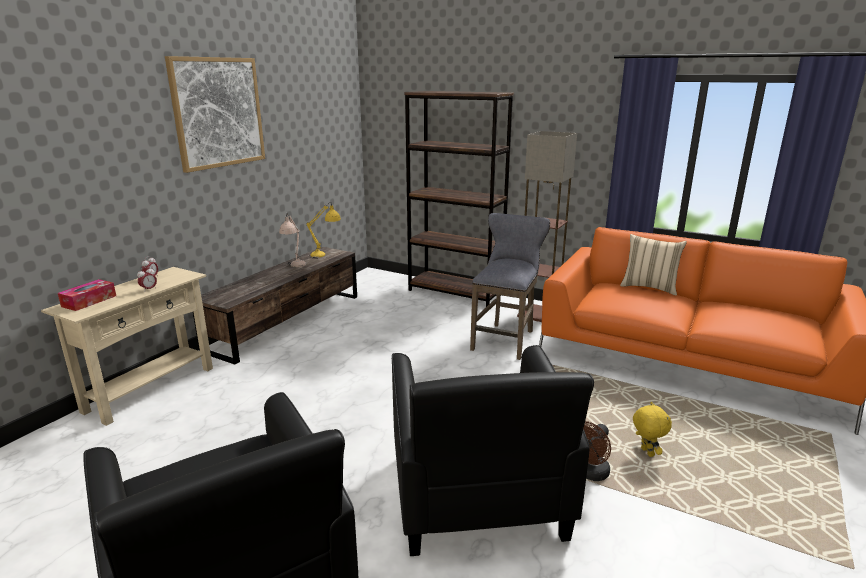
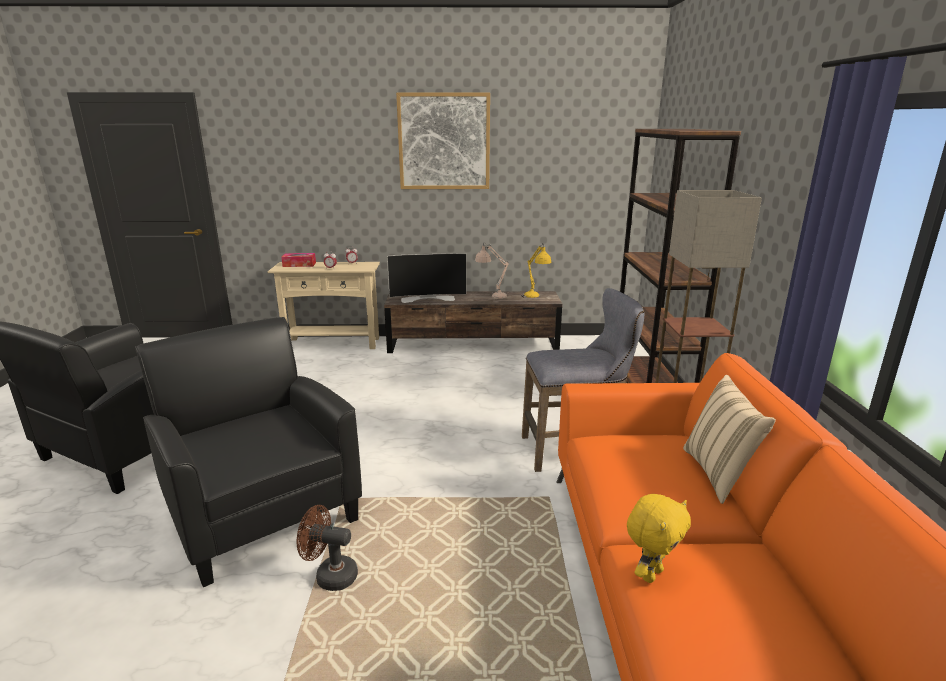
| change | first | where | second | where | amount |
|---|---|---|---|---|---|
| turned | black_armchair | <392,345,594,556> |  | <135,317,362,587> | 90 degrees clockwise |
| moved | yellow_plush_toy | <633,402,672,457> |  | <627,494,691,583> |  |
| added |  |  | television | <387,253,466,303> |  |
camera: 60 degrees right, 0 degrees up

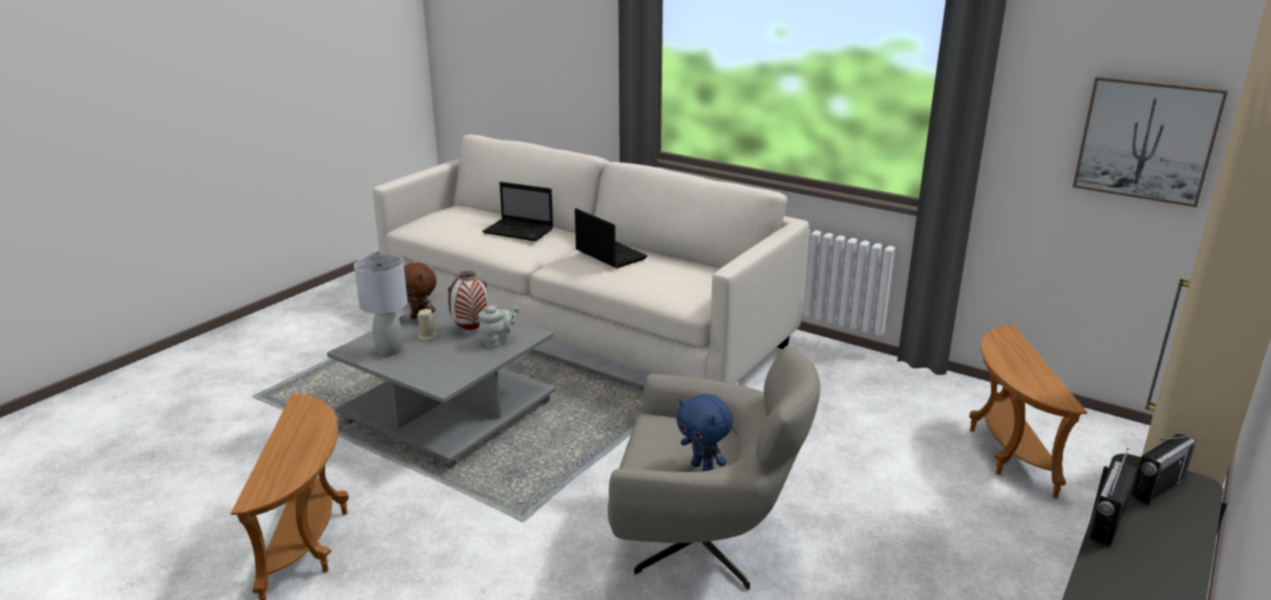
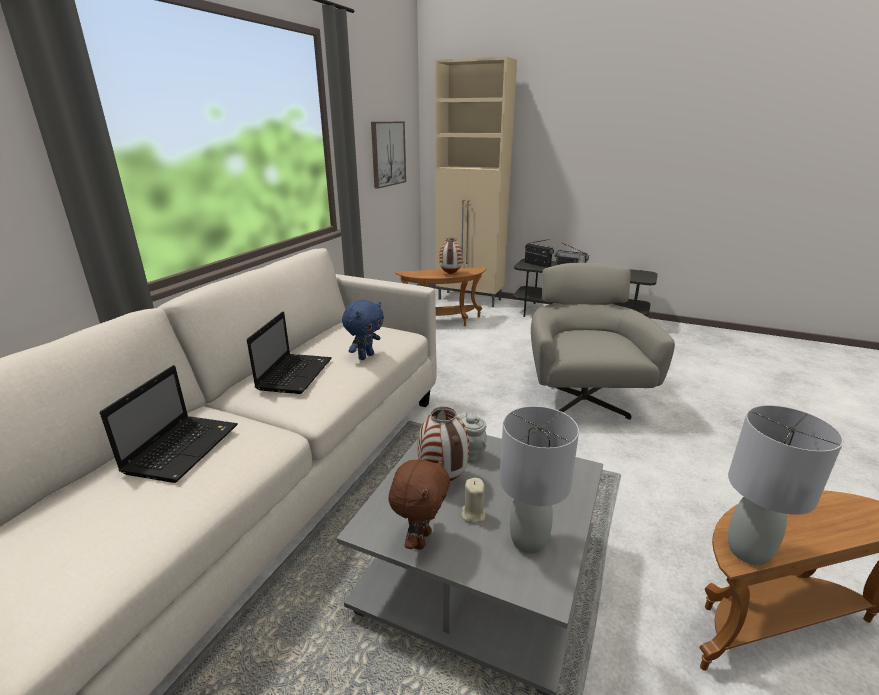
| change | first | where | second | where | amount |
|---|---|---|---|---|---|
| turned | laptop | <575,208,647,268> |  | <247,311,332,394> | 150 degrees clockwise |
| moved | blue_plush_toy | <676,394,733,471> |  | <342,300,384,360> |  |
| added |  |  | vase | <439,238,462,275> |  |
| added |  |  | grey_table_lamp | <728,405,843,565> |  |
camera: 100 degrees left, 0 degrees up

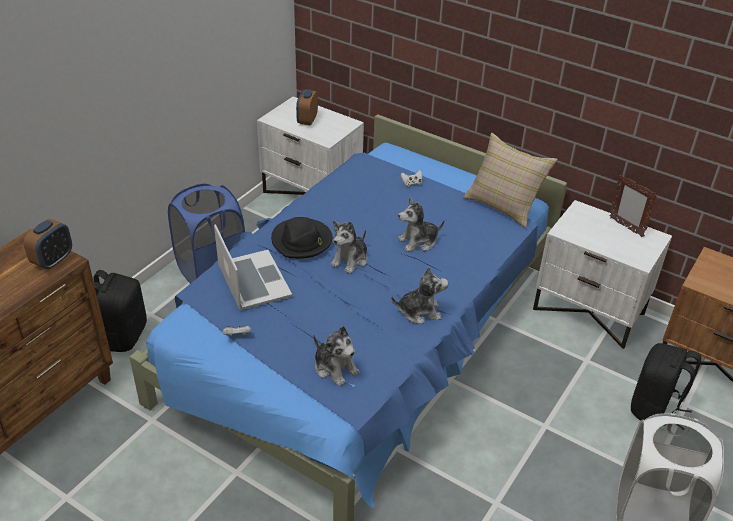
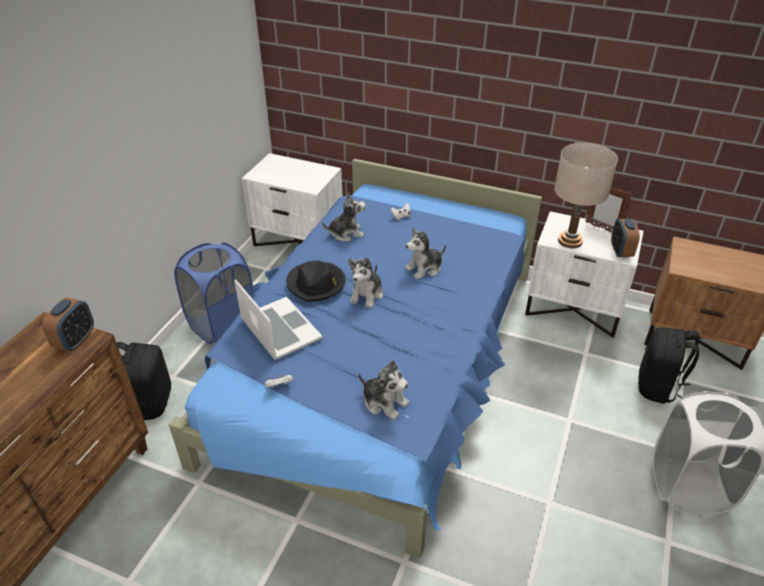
| change | first | where | second | where | amount |
|---|---|---|---|---|---|
| moved | alarm_clock | <296,89,318,125> |  | <611,219,640,257> |  |
| moved | plush_toy | <391,266,449,324> |  | <322,193,366,241> |  |
| removed | beige_pillow | <463,133,557,228> |  |  |  |
| added |  |  | beige_table_lamp | <554,143,618,248> |  |
camera: 10 degrees left, 0 degrees up

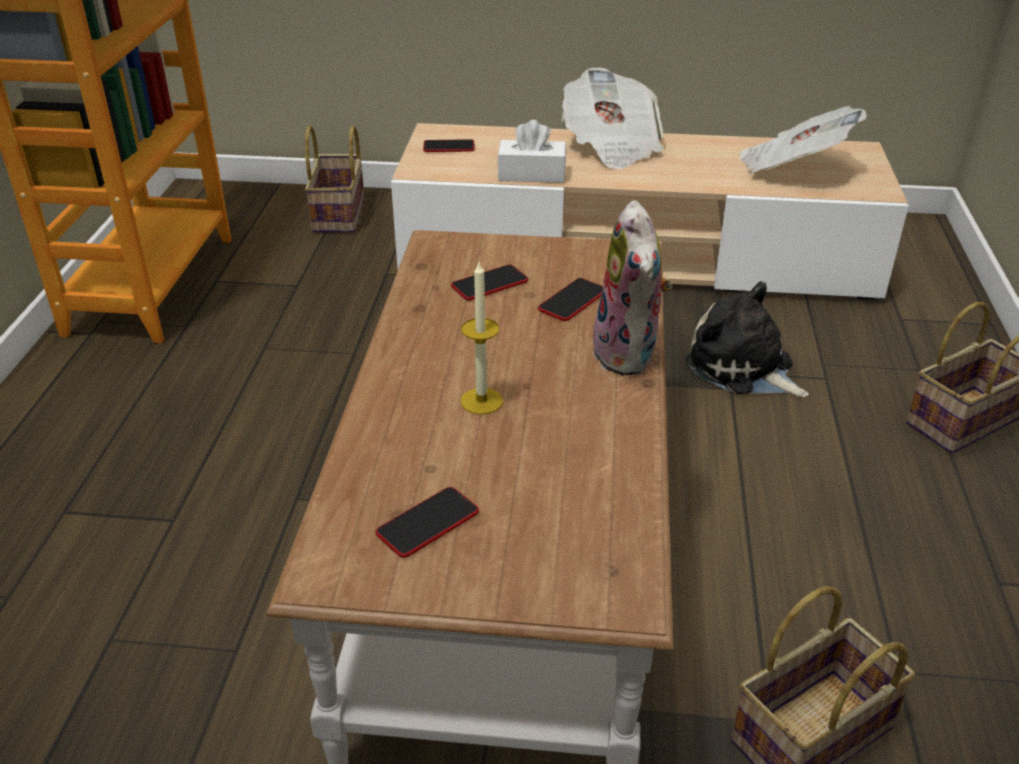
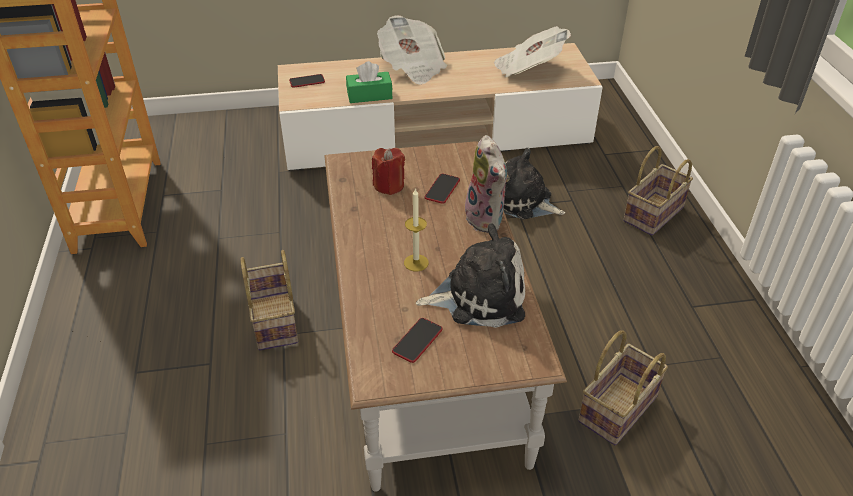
| change | first | where | second | where | amount |
|---|---|---|---|---|---|
| moved | basket | <305,125,364,233> |  | <240,250,298,350> |  |
| replaced | phone | <451,265,528,300> | red_candle | <372,148,405,195> |  |
| recoloured | white_tissue_box | <497,120,566,183> | green_tissue_box | <346,61,392,103> |  |
| added |  |  | plush_toy | <416,223,525,328> |  |
camera: 15 degrees left, 5 degrees up

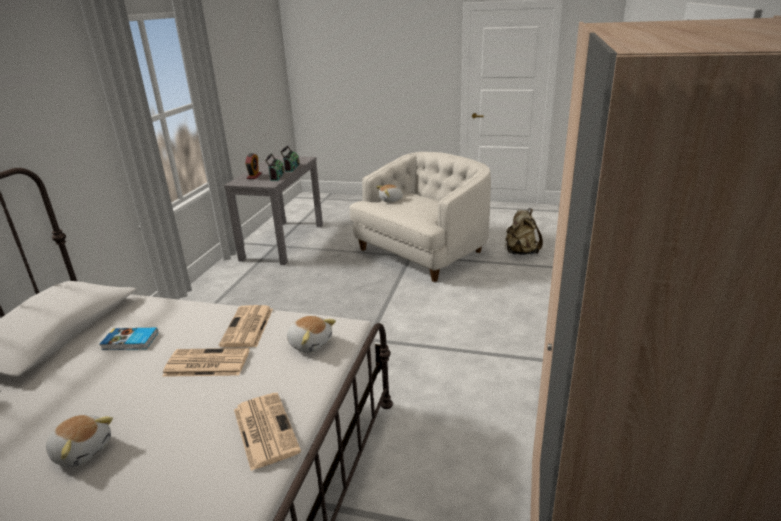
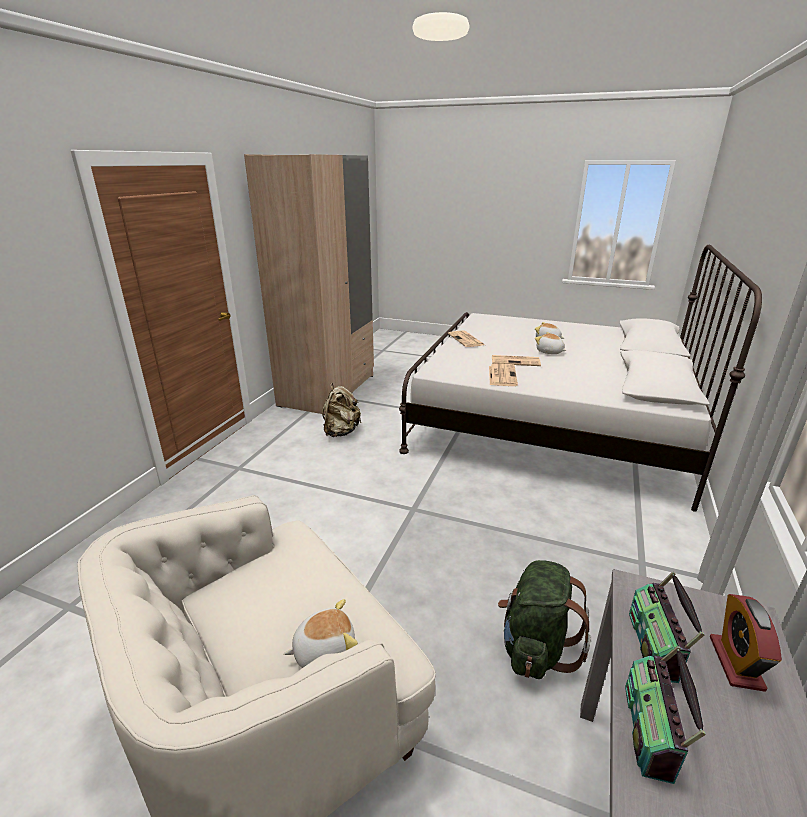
| change | first | where | second | where | amount |
|---|---|---|---|---|---|
| removed | book | <100,328,158,350> |  |  |  |
| moved | plush_toy | <287,316,336,353> |  | <535,332,566,354> |  |
| moved | beige_backpack | <505,208,543,255> |  | <322,383,361,437> |  |
| added |  |  | green_backpack | <498,560,591,679> |  |
camera: 175 degrees left, 0 degrees up

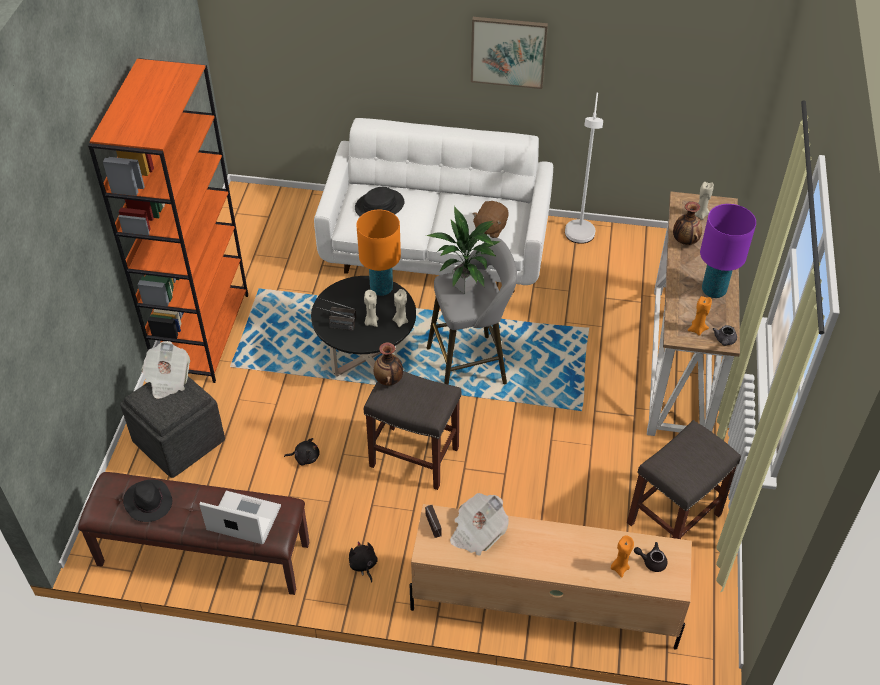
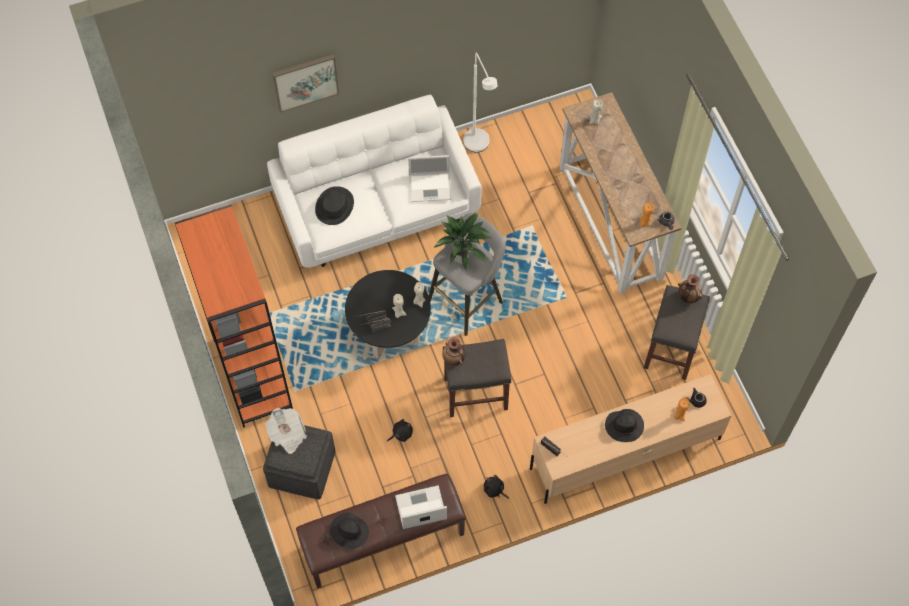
| change | first | where | second | where | amount |
|---|---|---|---|---|---|
| removed | orange_table_lamp | <356,210,401,296> |  |  |  |
| removed | newspaper | <450,493,509,556> |  |  |  |
| moved | picture | <471,17,548,89> |  | <272,54,339,113> |  |
| replaced | brown_plush_toy | <472,201,509,238> | laptop | <408,155,451,202> |  |
| moved | vase | <673,202,702,245> |  | <678,274,703,303> |  |
| removed | purple_table_lamp | <700,204,756,298> |  |  |  |
| added |  |  | black_hat | <605,409,644,442> |  |
camera: 30 degrees left, 15 degrees up

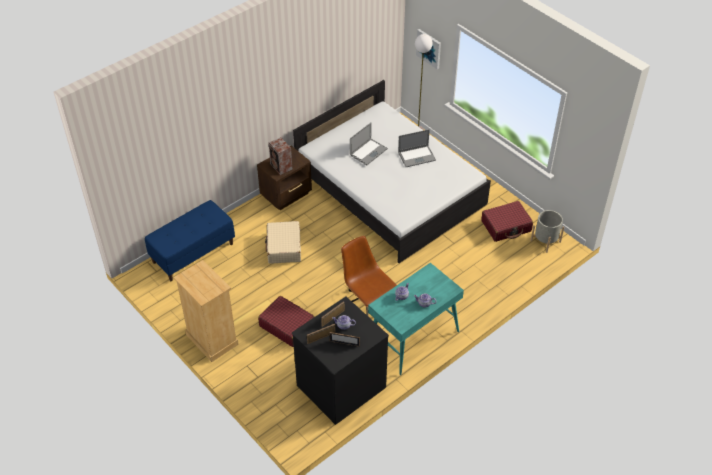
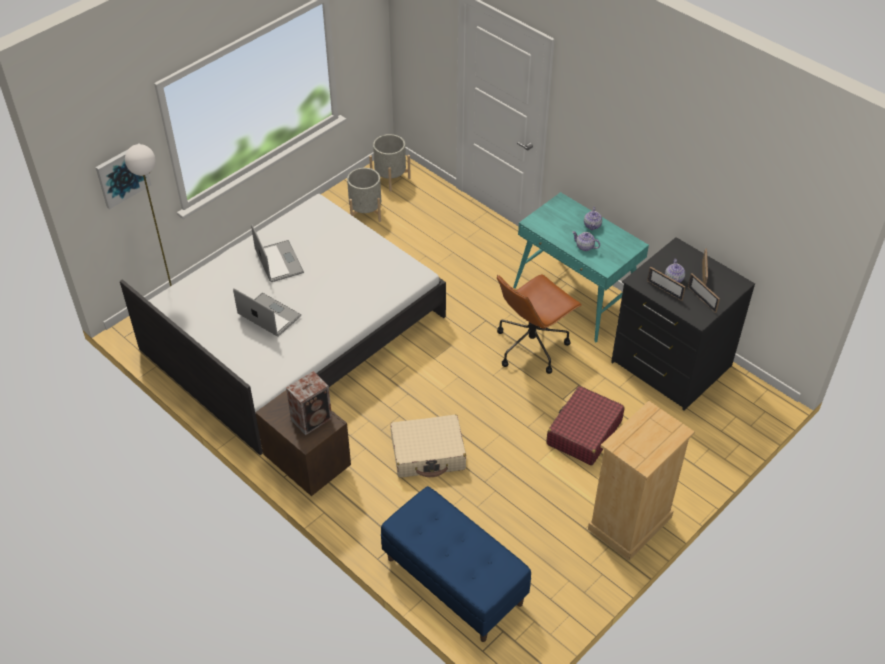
| change | first | where | second | where | amount |
|---|---|---|---|---|---|
| replaced | red_suitcase | <481,201,533,242> | grey_planter | <347,168,381,222> |  |
camera: 95 degrees left, 0 degrees up

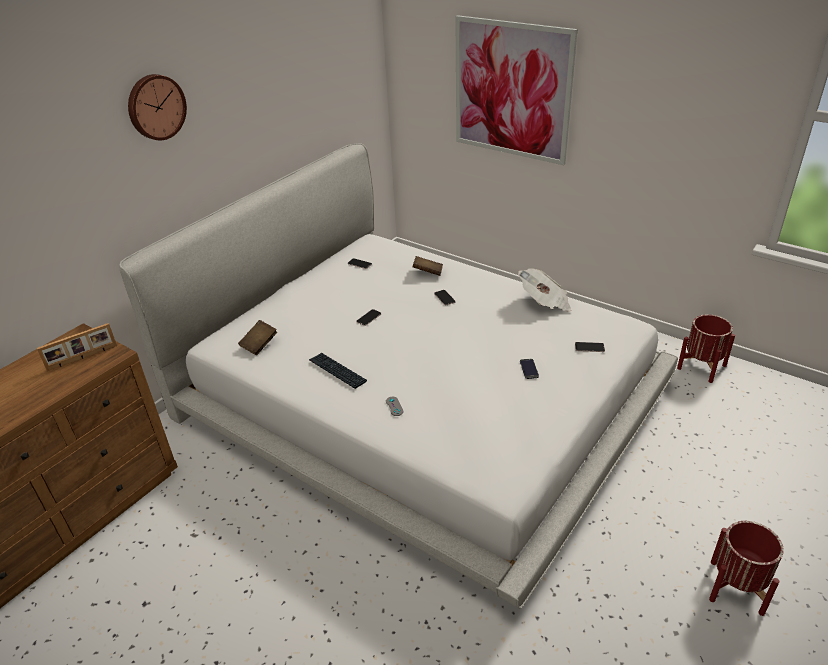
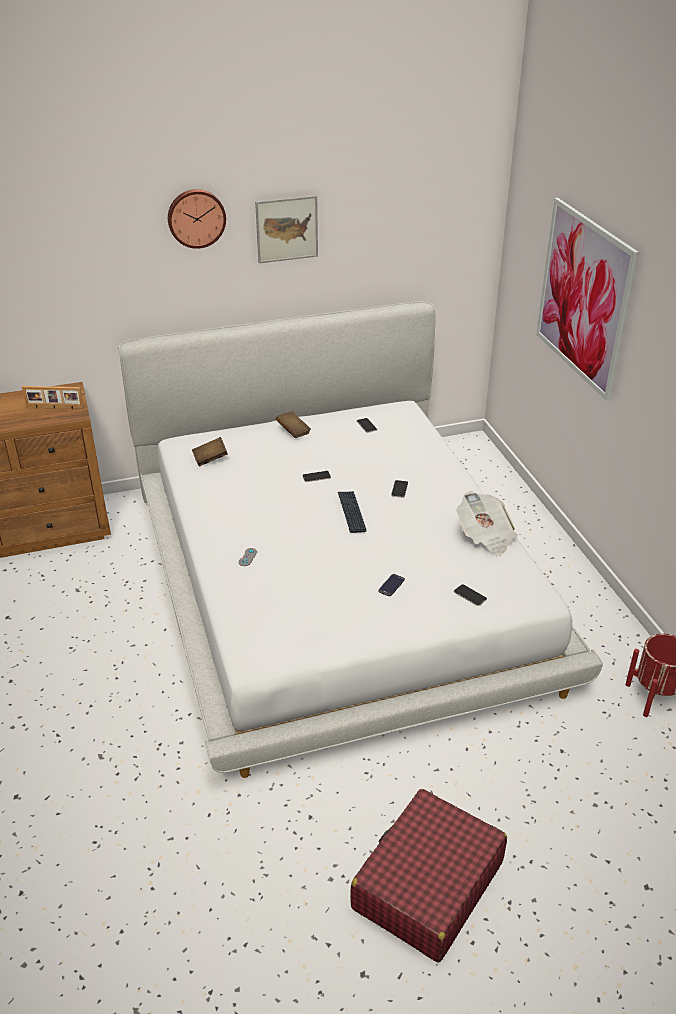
| change | first | where | second | where | amount |
|---|---|---|---|---|---|
| moved | keyboard | <309,353,367,389> |  | <338,491,367,533> |  |
| moved | brown_book | <412,256,443,276> |  | <275,411,311,438> |  |
| replaced | red_planter | <709,521,784,616> | red_suitcase | <350,789,507,962> |  |
| added |  |  | picture | <255,195,318,263> |  |
camera: 35 degrees right, 0 degrees up

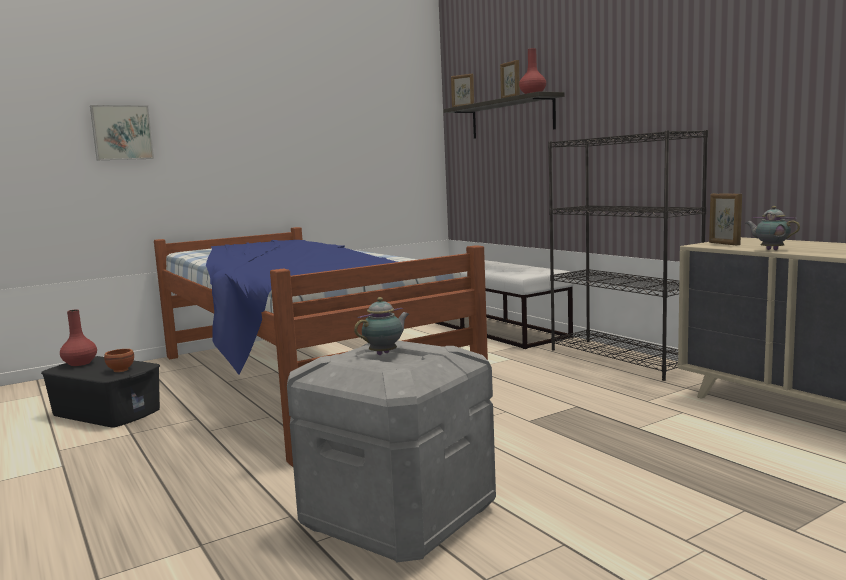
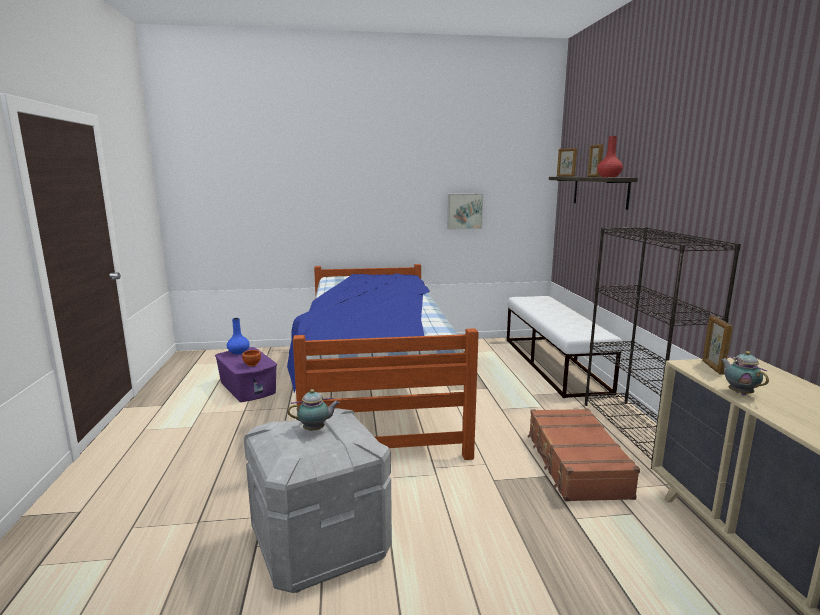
| change | first | where | second | where | amount |
|---|---|---|---|---|---|
| recoloured | black_storage_box | <41,356,160,428> | purple_storage_box | <215,347,277,402> |  |
| recoloured | red_vase | <60,309,97,366> | blue_vase | <227,318,250,354> |  |
| moved | picture | <90,105,154,160> |  | <447,194,483,229> |  |
| added |  |  | brown_suitcase | <527,408,640,501> |  |
camera: 25 degrees right, 5 degrees up

